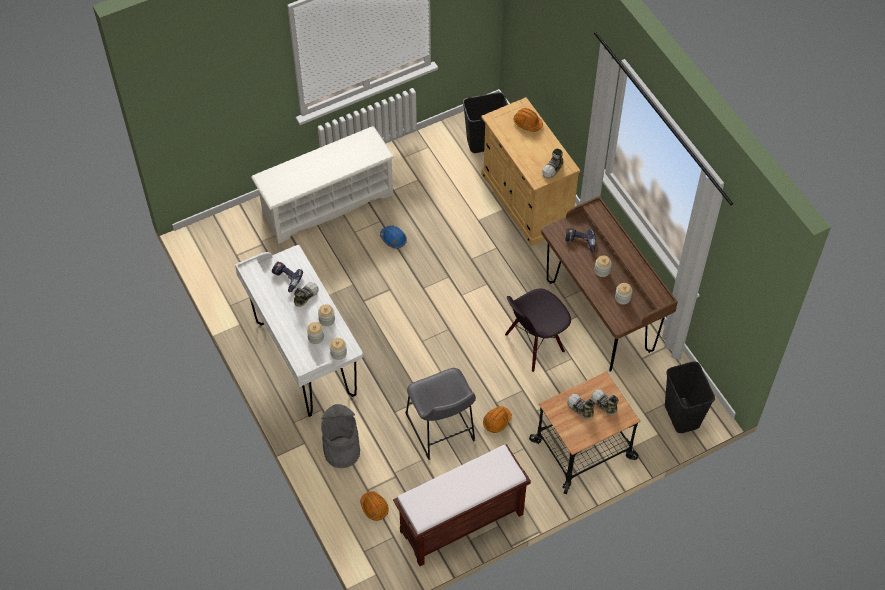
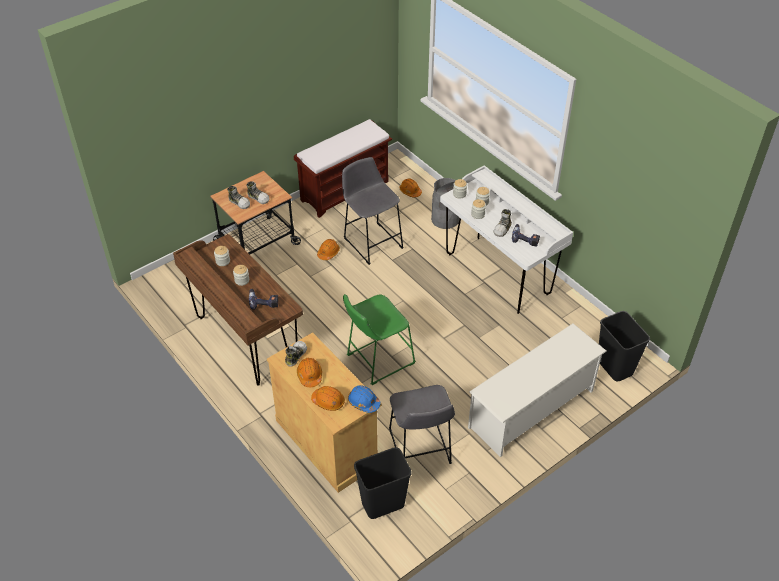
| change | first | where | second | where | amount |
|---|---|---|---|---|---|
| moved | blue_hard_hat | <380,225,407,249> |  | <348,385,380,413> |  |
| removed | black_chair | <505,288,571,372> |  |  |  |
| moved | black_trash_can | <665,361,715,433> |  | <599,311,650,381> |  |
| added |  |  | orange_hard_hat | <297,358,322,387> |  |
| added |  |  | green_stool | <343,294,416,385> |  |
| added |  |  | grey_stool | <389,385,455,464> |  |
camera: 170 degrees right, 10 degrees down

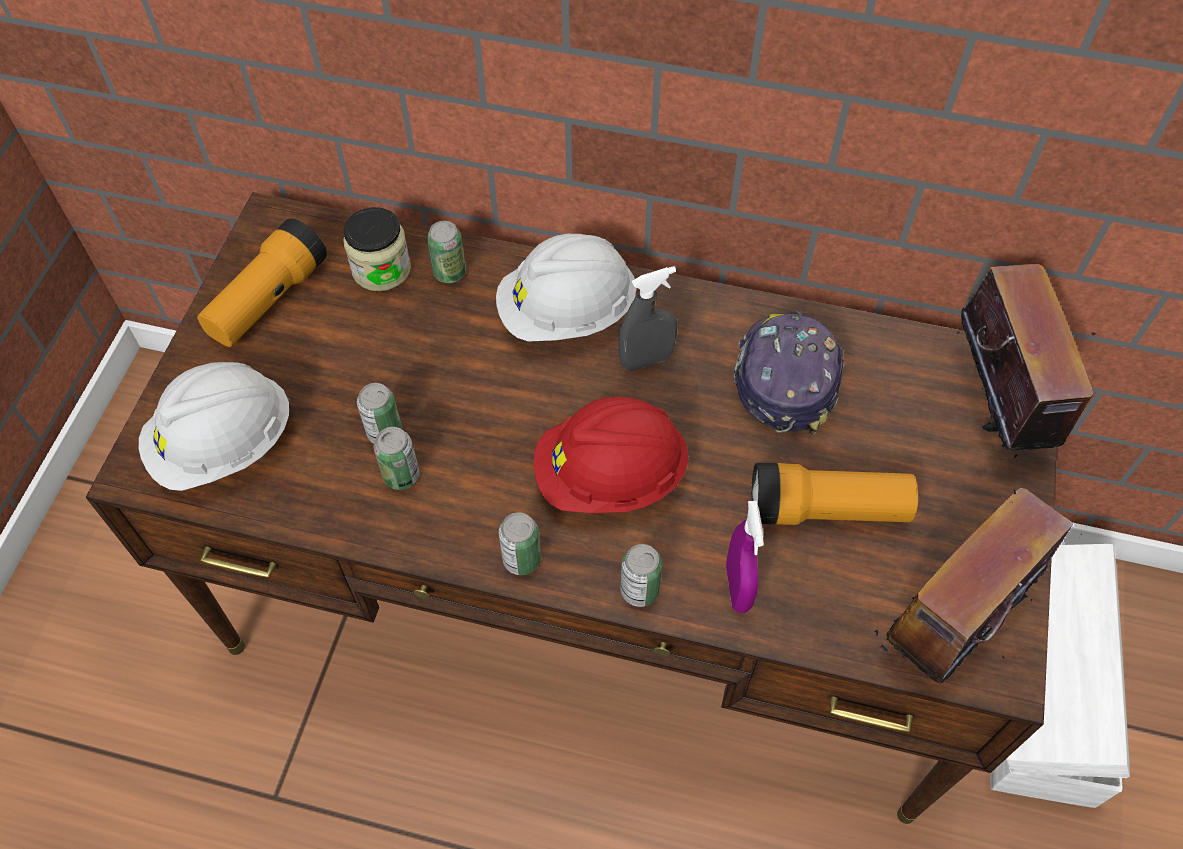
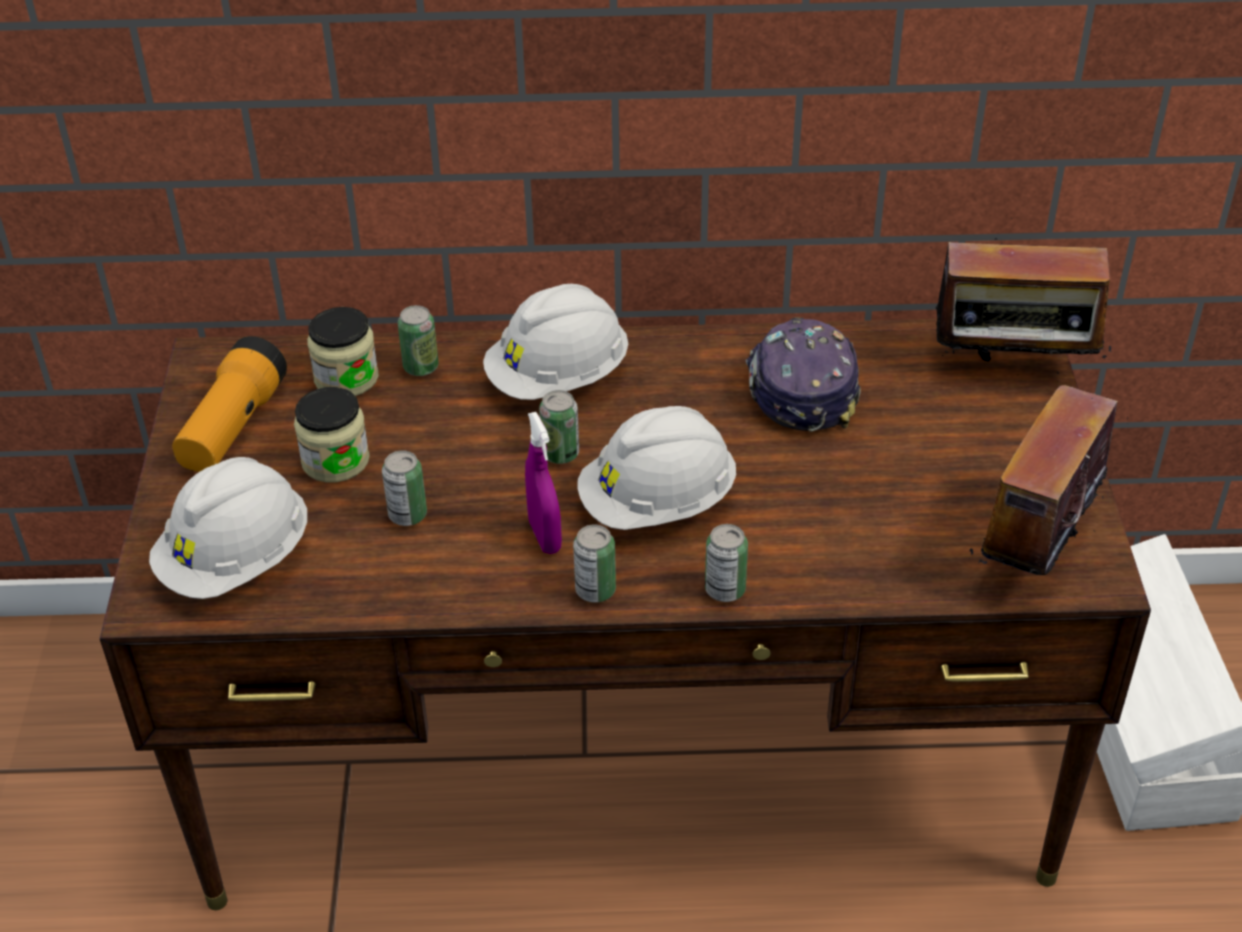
| change | first | where | second | where | amount |
|---|---|---|---|---|---|
| moved | can | <374,427,419,490> |  | <539,390,579,464> |  |
| recoloured | red_hard_hat | <534,397,689,513> | white_hard_hat | <578,406,736,530> |  |
| removed | grey_spray_bottle | <618,266,678,371> |  |  |  |
| moved | purple_spray_bottle | <726,501,764,613> |  | <525,412,562,554> |  |
| removed | flashlight | <751,463,918,525> |  |  |  |
| turned | radio | <957,264,1097,461> |  | <929,218,1111,375> | 120 degrees clockwise |
| added |  |  | jar | <294,387,370,482> |  |
camera: 15 degrees left, 15 degrees down

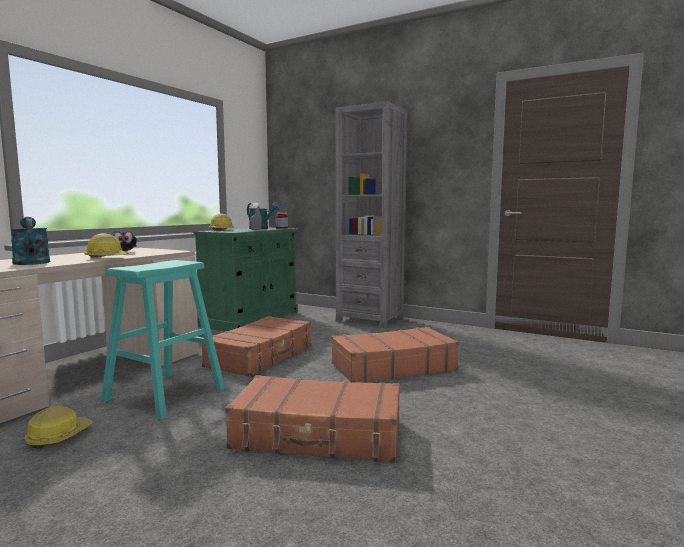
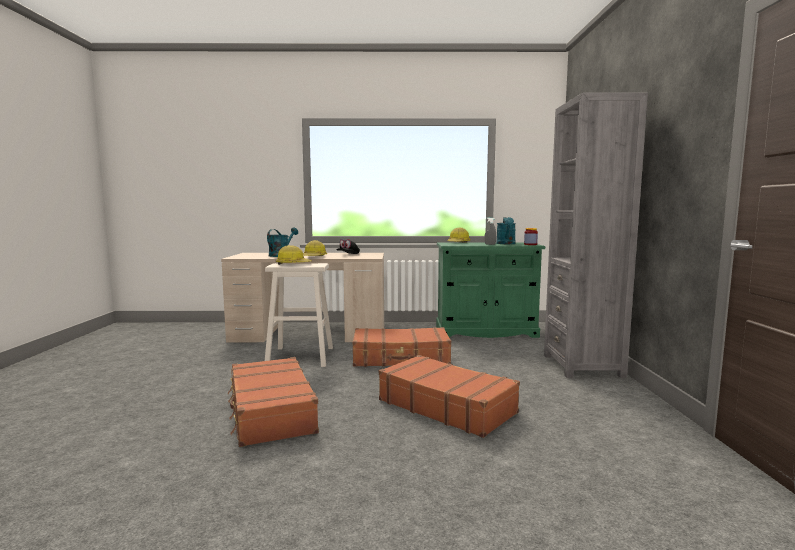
| change | first | where | second | where | amount |
|---|---|---|---|---|---|
| moved | hard_hat | <25,406,93,448> |  | <276,245,312,265> |  |
| recoloured | turquoise_stool | <101,260,225,420> | beige_stool | <265,263,333,367> |  |
camera: 60 degrees right, 0 degrees up

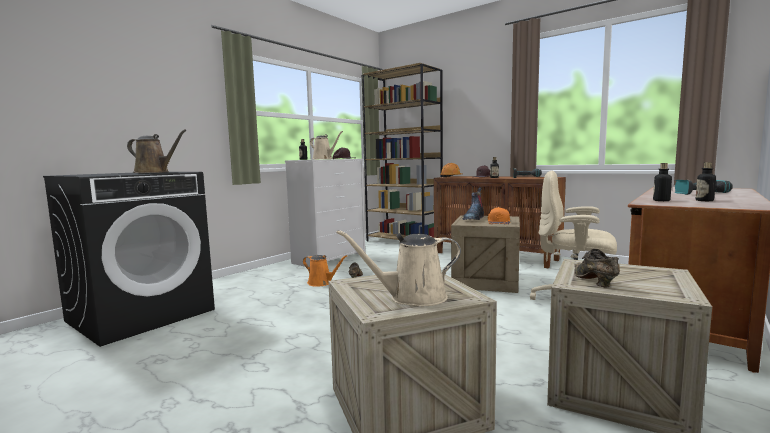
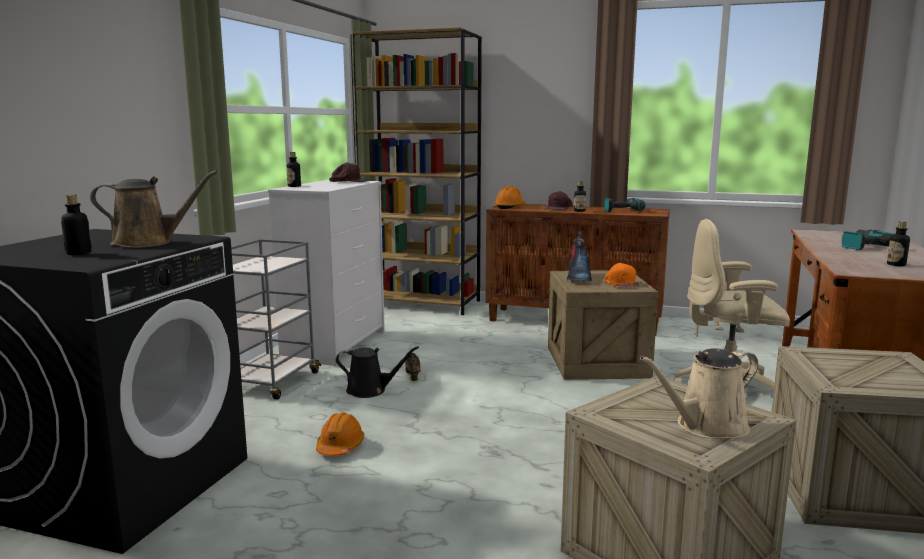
| change | first | where | second | where | amount |
|---|---|---|---|---|---|
| recoloured | orange_watering_can | <303,255,347,287> | black_watering_can | <336,346,419,398> |  |
| removed | beige_watering_can | <310,131,343,159> |  |  |  |
| removed | brown_shoe | <574,249,620,288> |  |  |  |
| moved | bottle | <653,163,672,201> |  | <61,195,92,255> |  |
| added |  |  | grey_cart | <231,239,321,400> |  |
| added |  |  | orange_hard_hat | <316,412,364,456> |  |
camera: 20 degrees left, 5 degrees up

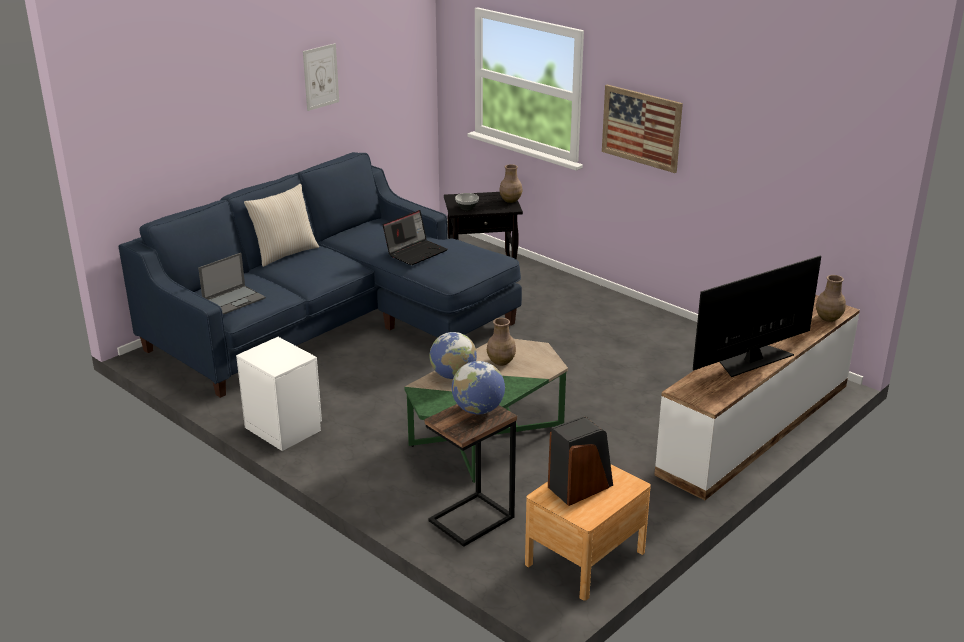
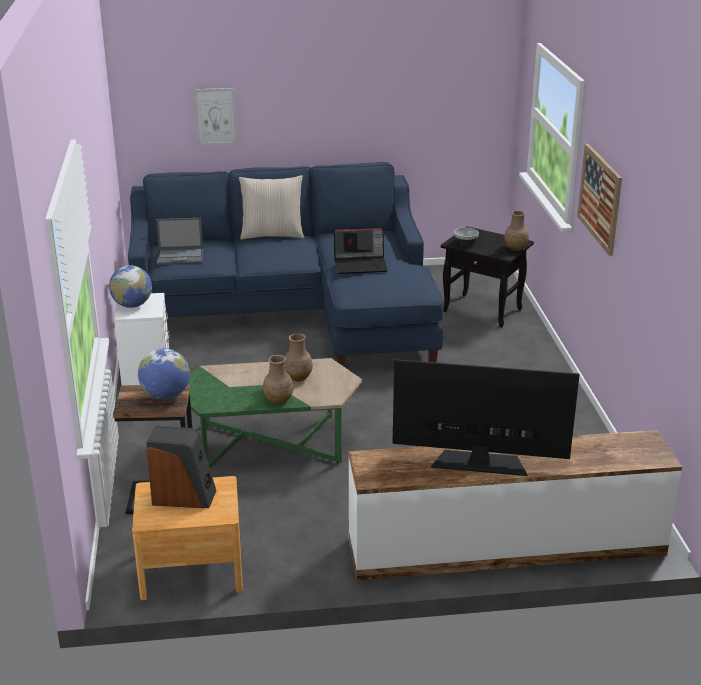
| change | first | where | second | where | amount |
|---|---|---|---|---|---|
| moved | picture | <303,43,339,111> |  | <194,88,237,146> |  |
| moved | globe | <429,332,477,379> |  | <109,265,152,308> |  |
| moved | brown_vase | <816,275,846,322> |  | <263,355,293,405> |  |
camera: 40 degrees right, 0 degrees up

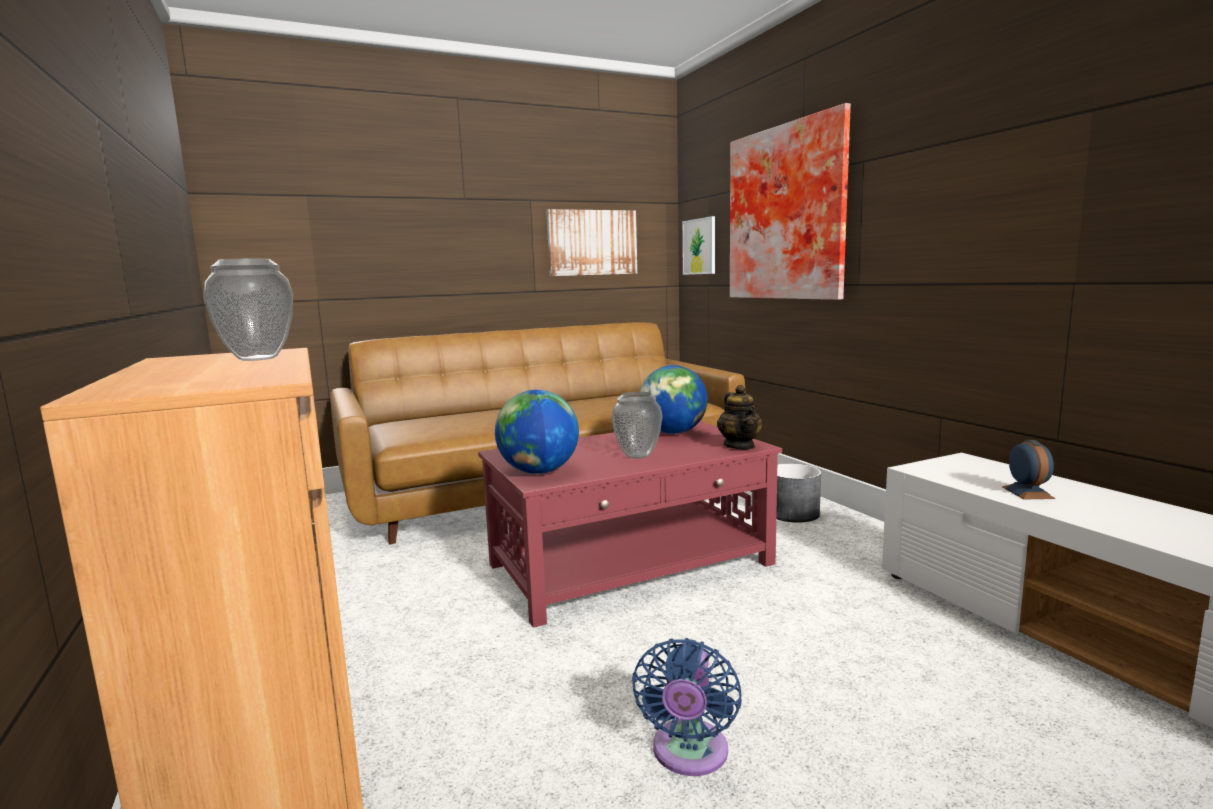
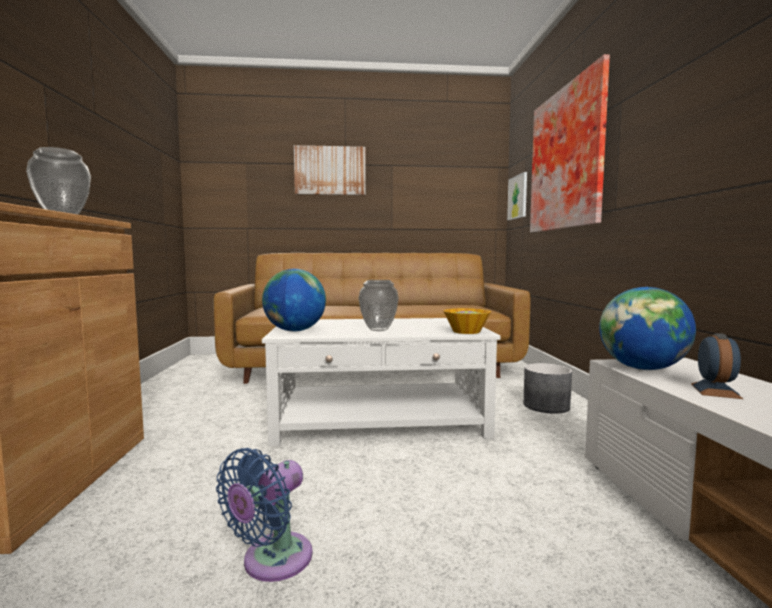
| change | first | where | second | where | amount |
|---|---|---|---|---|---|
| recoloured | red_coffee_table | <478,421,782,628> | white_coffee_table | <262,318,501,446> |  |
| moved | picture | <546,209,637,276> |  | <294,145,366,195> |  |
| moved | globe | <640,365,708,434> |  | <599,287,696,370> |  |
| replaced | teapot | <717,385,763,449> | bowl | <443,308,491,334> |  |
camera: 20 degrees right, 5 degrees down

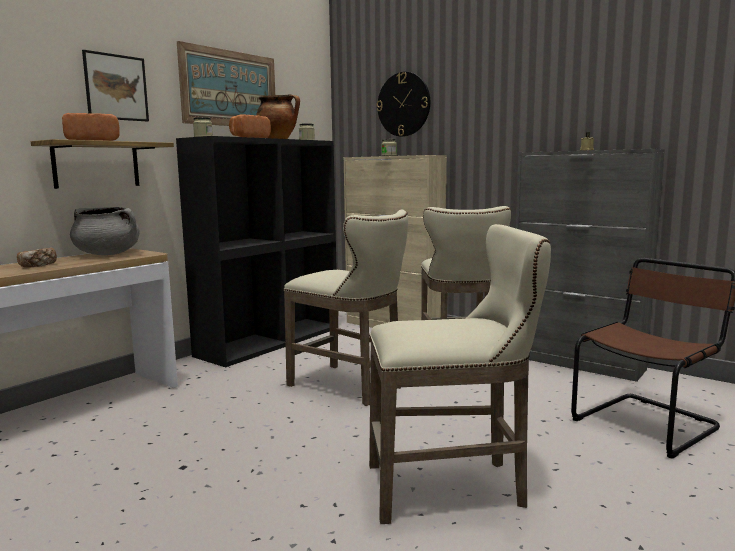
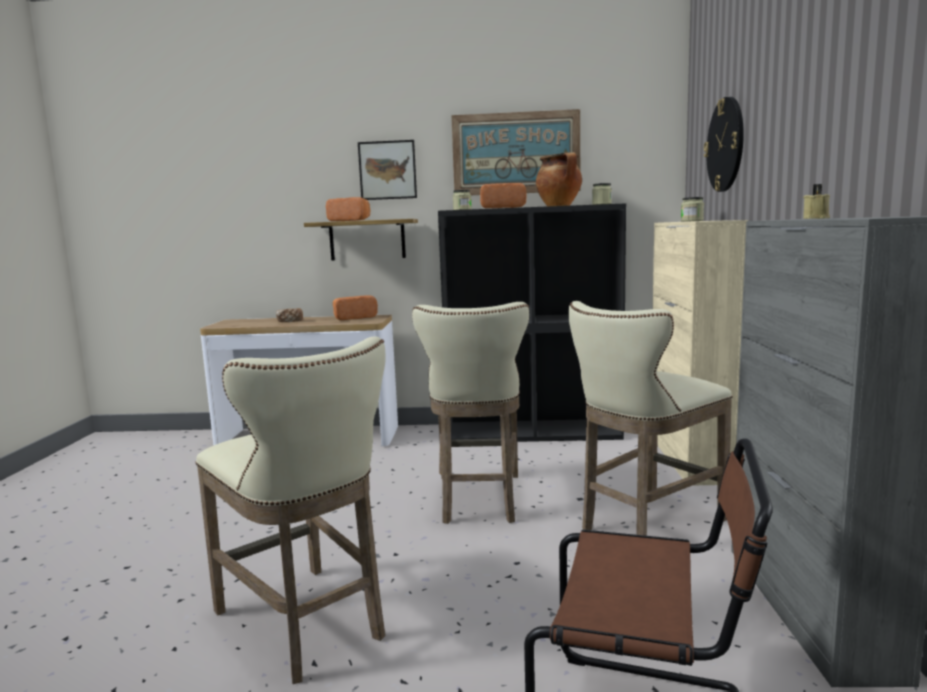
| change | first | where | second | where | amount |
|---|---|---|---|---|---|
| replaced | grey_cooking_pot | <70,207,139,255> | bread | <333,295,378,320> |  |
camera: 55 degrees right, 0 degrees up

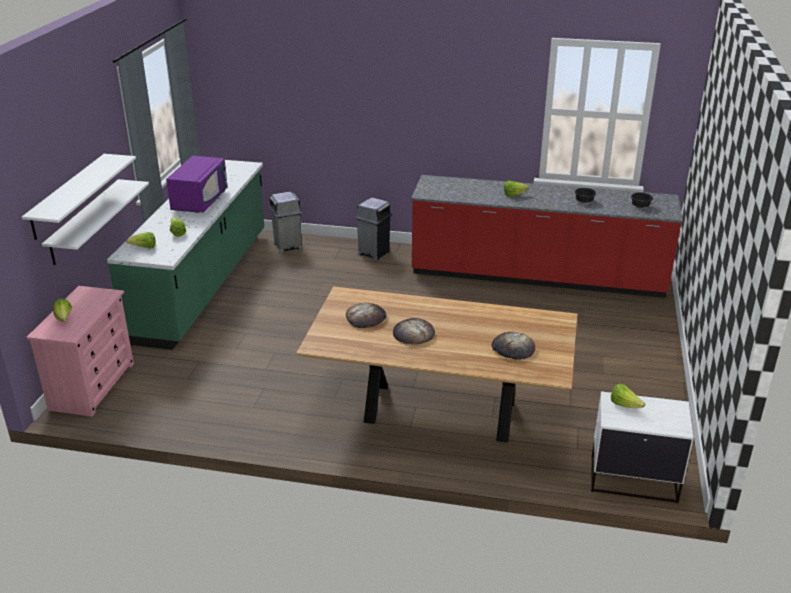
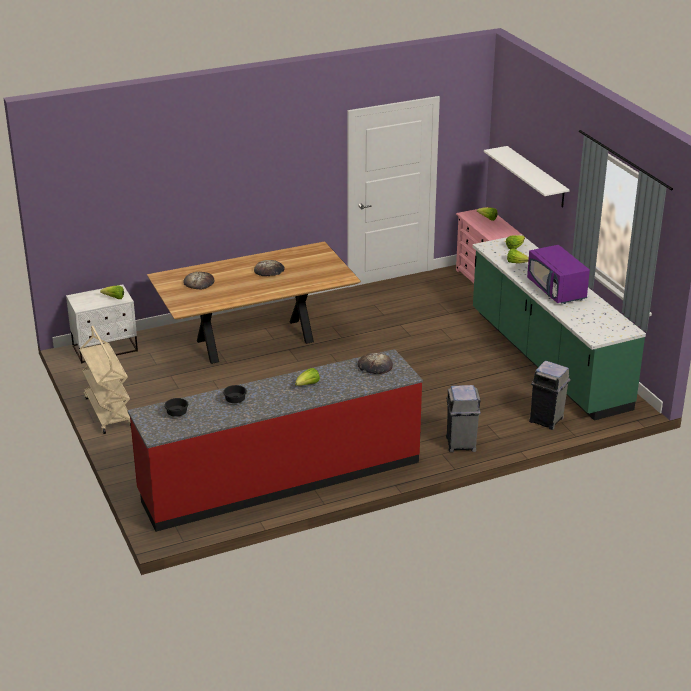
| change | first | where | second | where | amount |
|---|---|---|---|---|---|
| removed | white_shelf | <42,179,149,265> |  |  |  |
| moved | bread | <346,303,387,328> |  | <357,353,393,374> |  |
| added |  |  | beige_cart | <80,326,131,434> |  |
camera: 145 degrees right, 0 degrees up

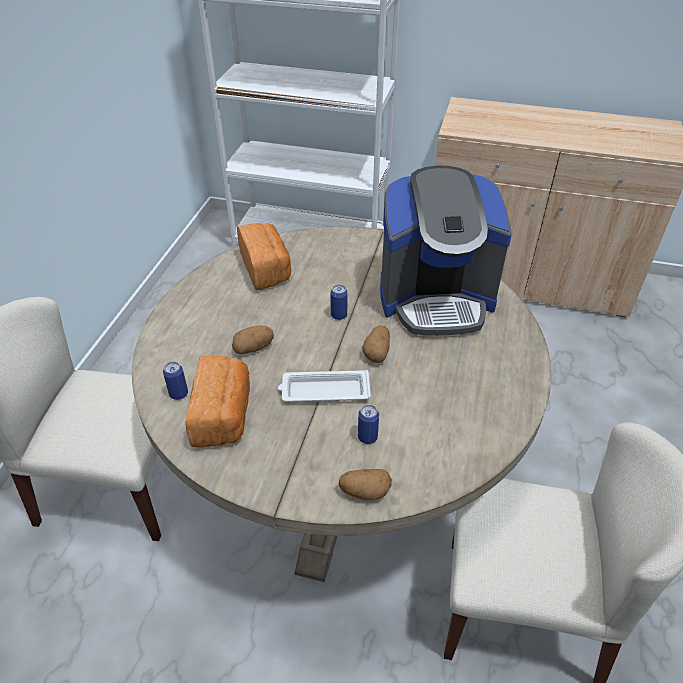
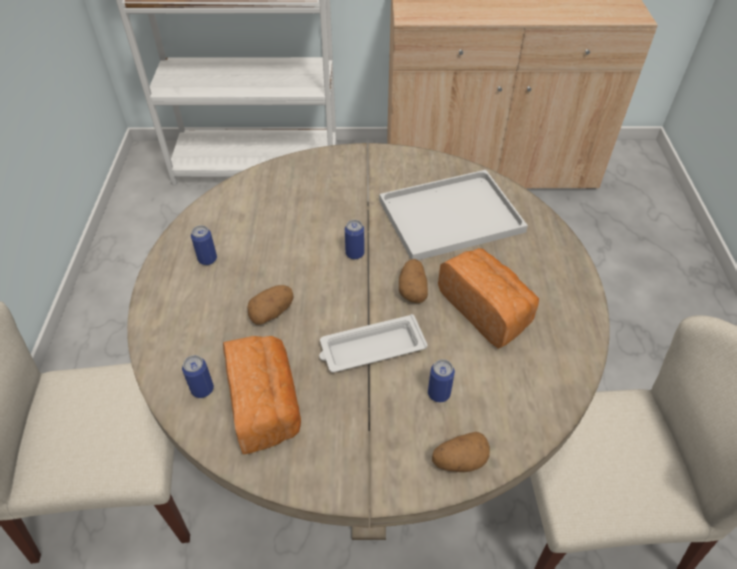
| change | first | where | second | where | amount |
|---|---|---|---|---|---|
| moved | bread | <237,223,291,290> |  | <438,248,539,349> |  |
| replaced | coffee_machine | <380,165,512,336> | white_tray | <379,170,528,260> |  |
| added |  |  | can | <191,225,217,265> |  |
camera: 15 degrees left, 5 degrees up

